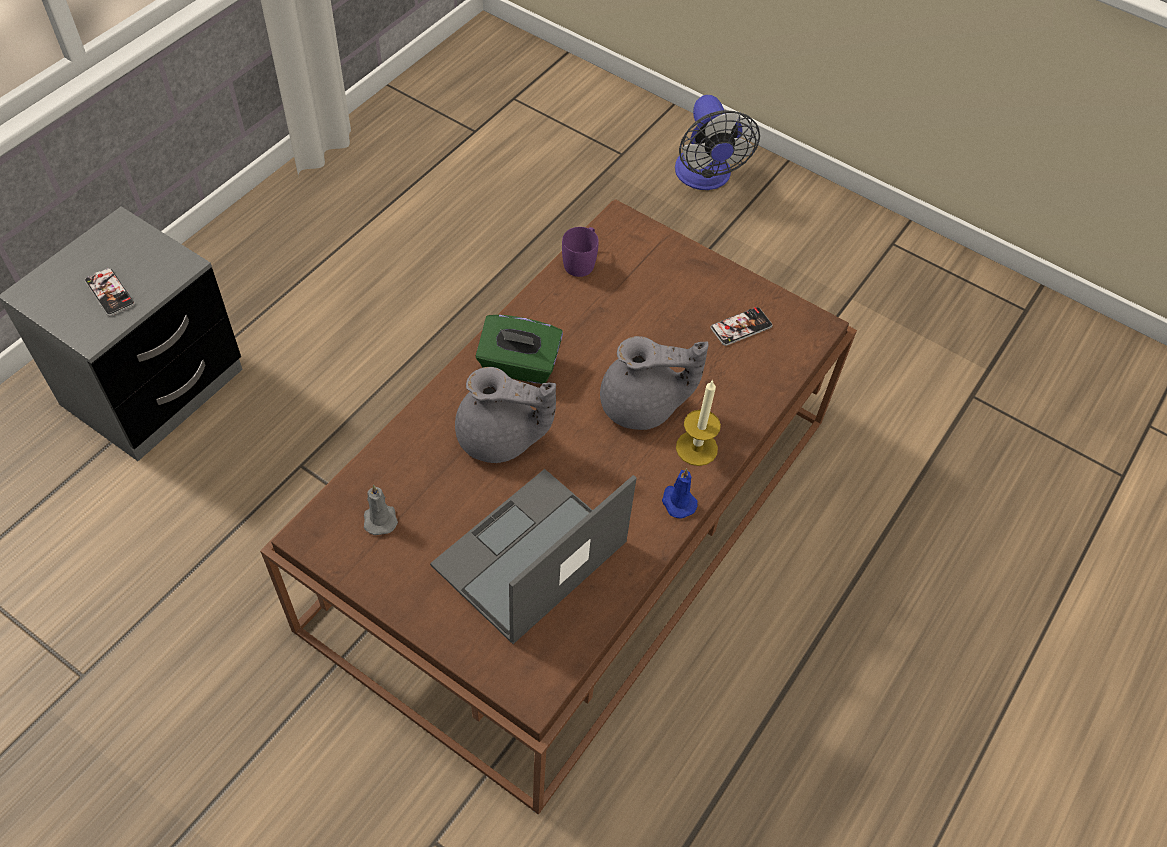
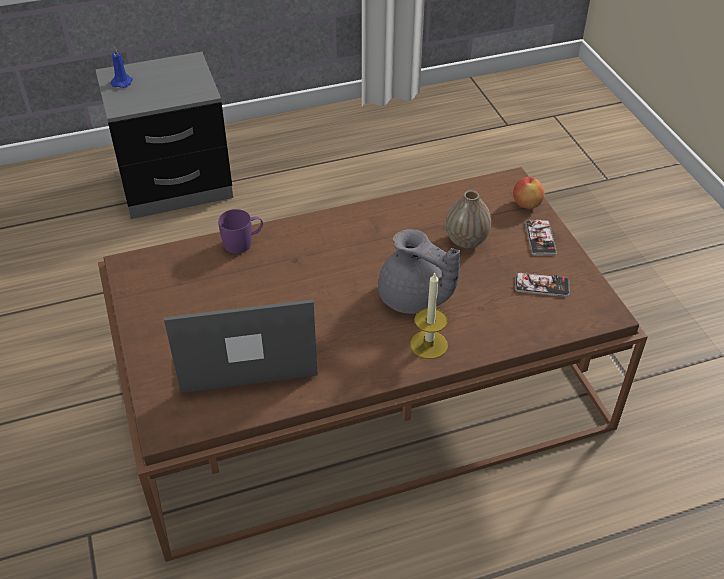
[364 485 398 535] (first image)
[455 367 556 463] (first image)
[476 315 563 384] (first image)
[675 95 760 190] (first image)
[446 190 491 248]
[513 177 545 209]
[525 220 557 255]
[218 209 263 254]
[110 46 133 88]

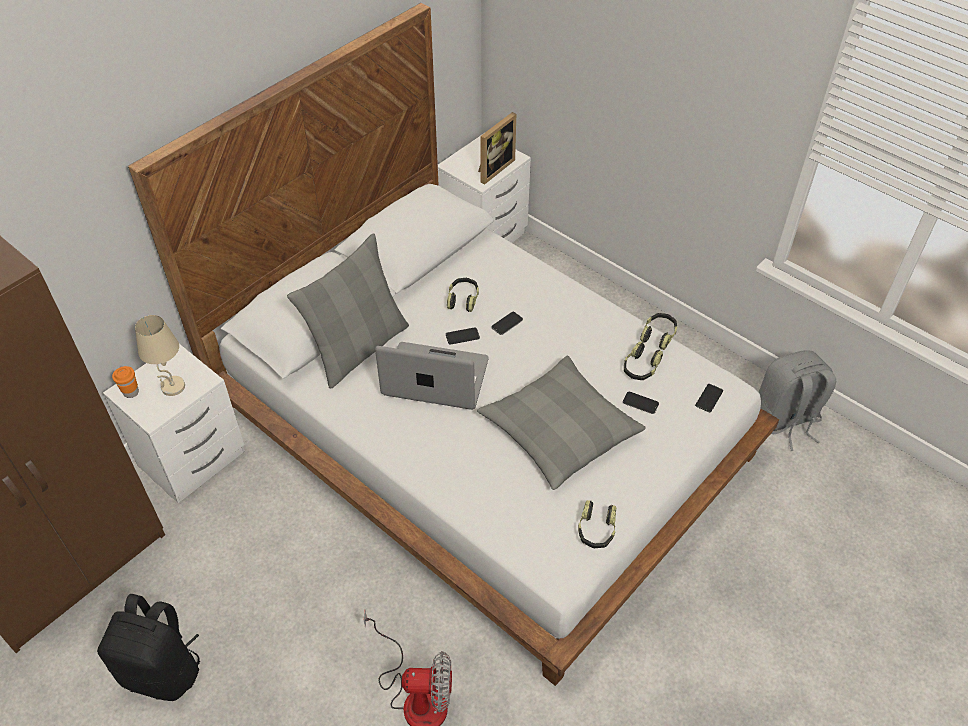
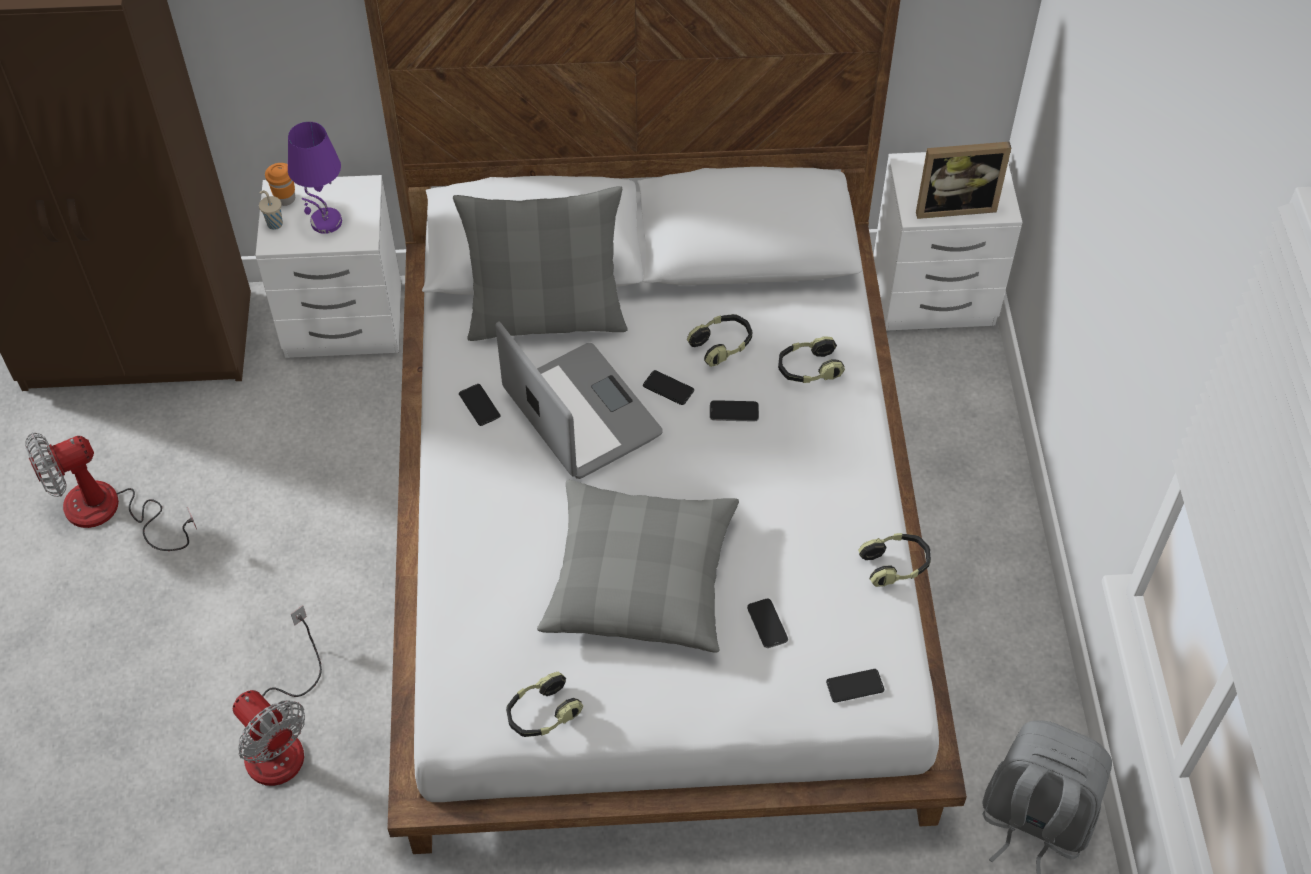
[259 190 283 230]
[459 384 501 426]
[778 336 845 383]
[25 433 197 551]
[288 122 342 234]

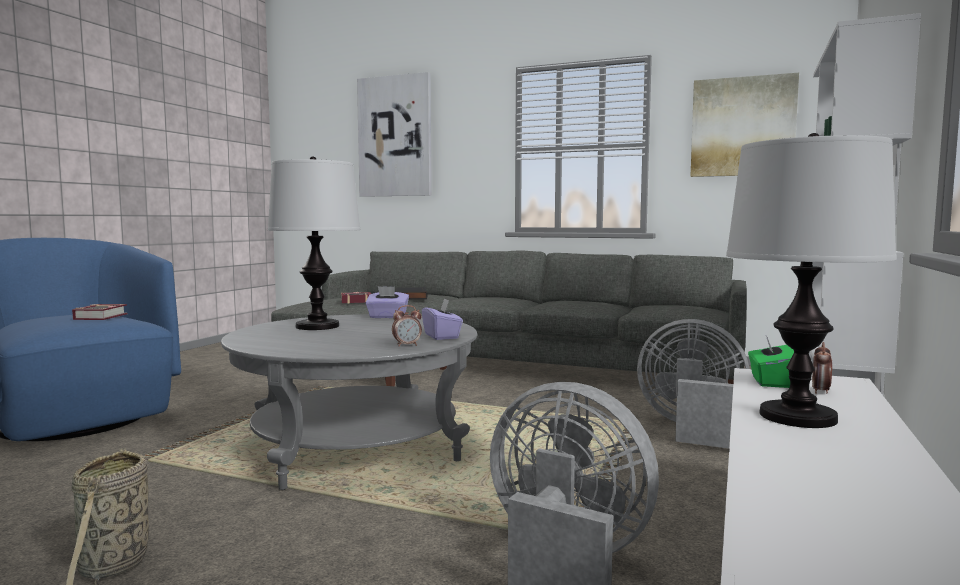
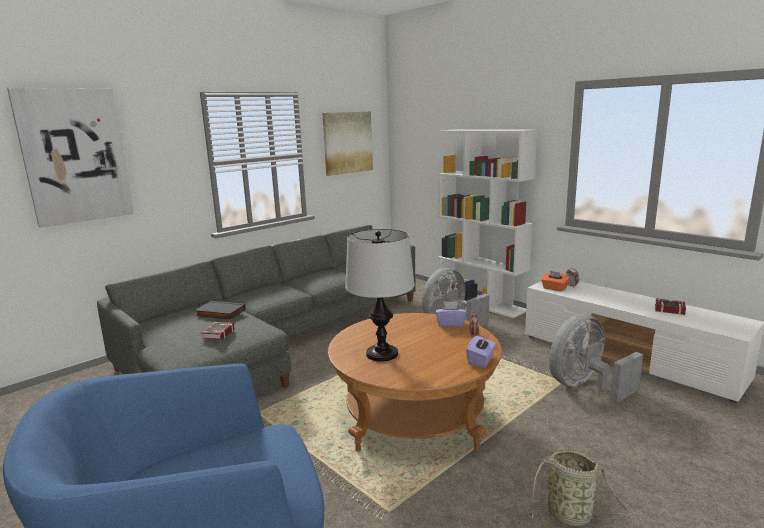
[726 133 897 428] (first image)
[655 298 686 315]
[466 336 496 368]
[328 313 502 451]
[541 271 570 292]

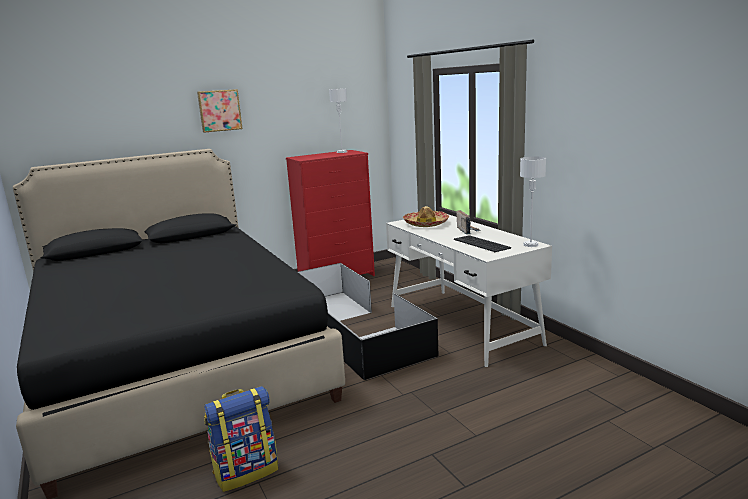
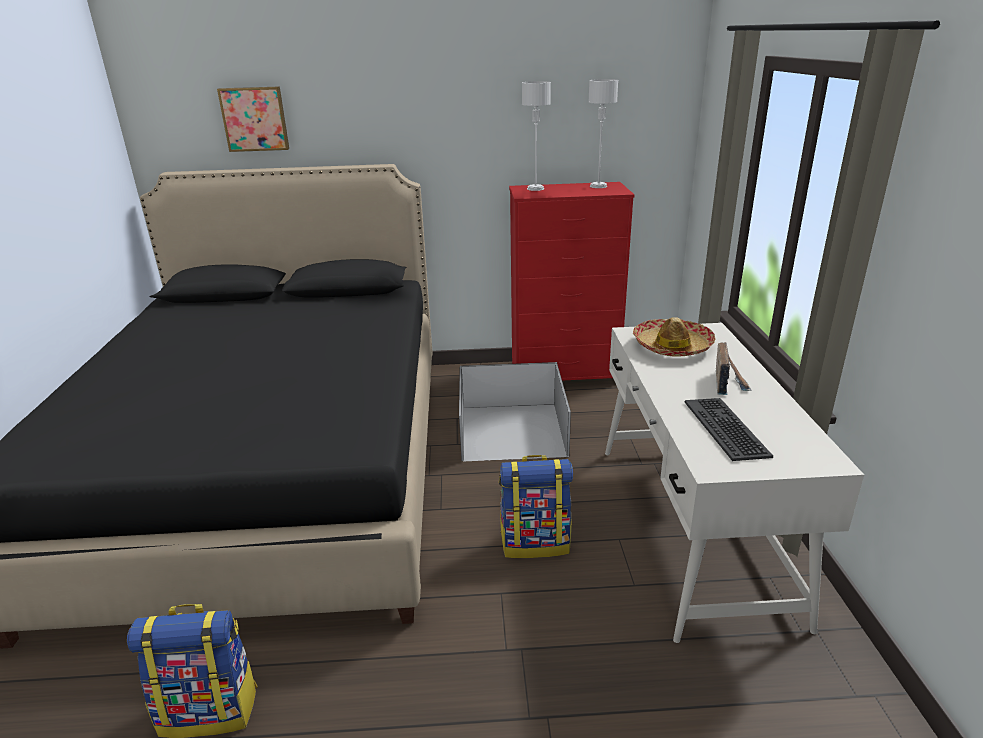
[217 86 289 152]
[522 81 551 191]
[499 455 573 558]

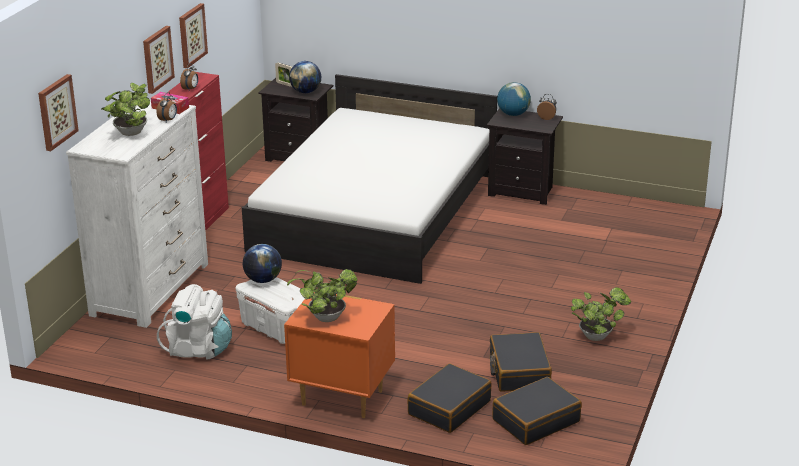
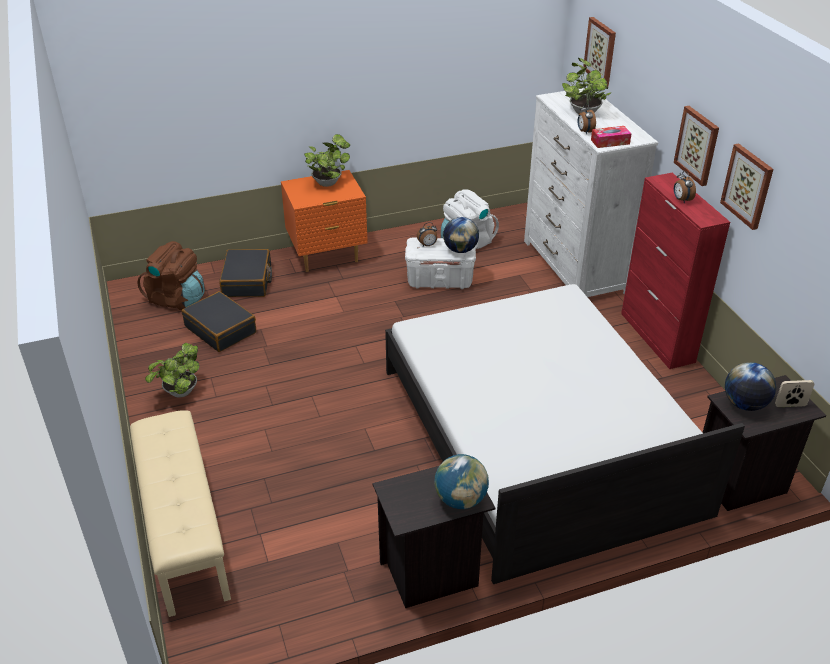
[130 411 231 617]
[417 222 437 246]
[137 241 205 310]

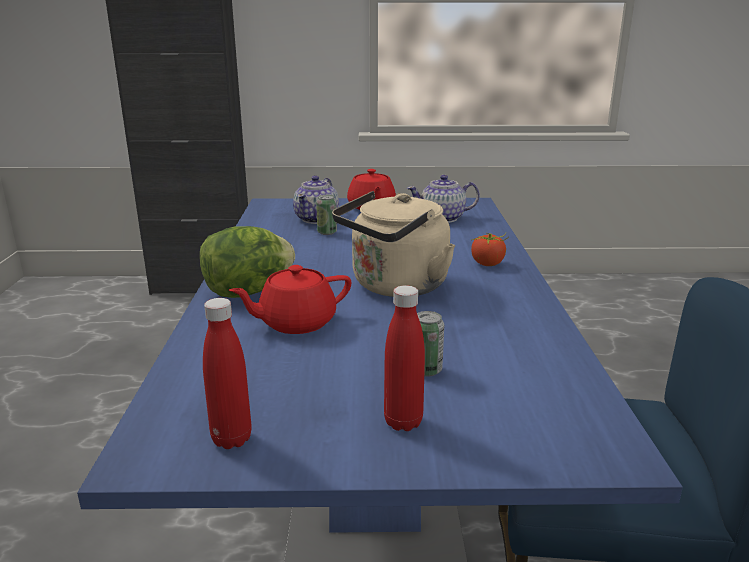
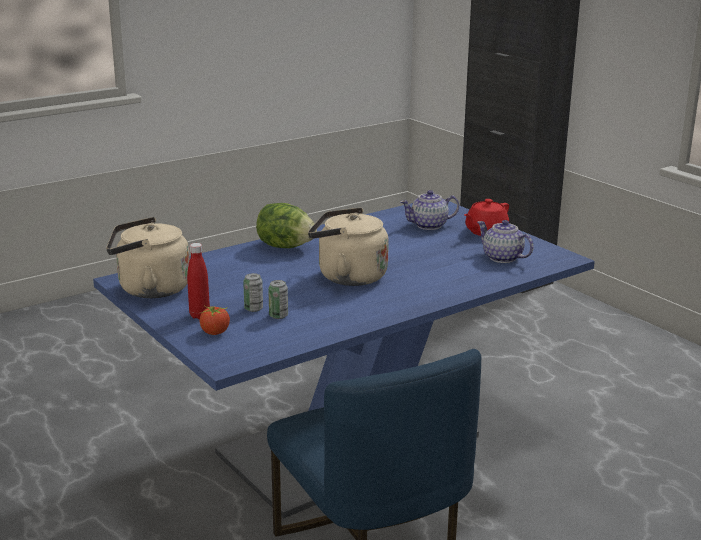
[229 265 352 334] (first image)
[268 280 288 319]
[200 305 230 335]
[106 217 190 298]

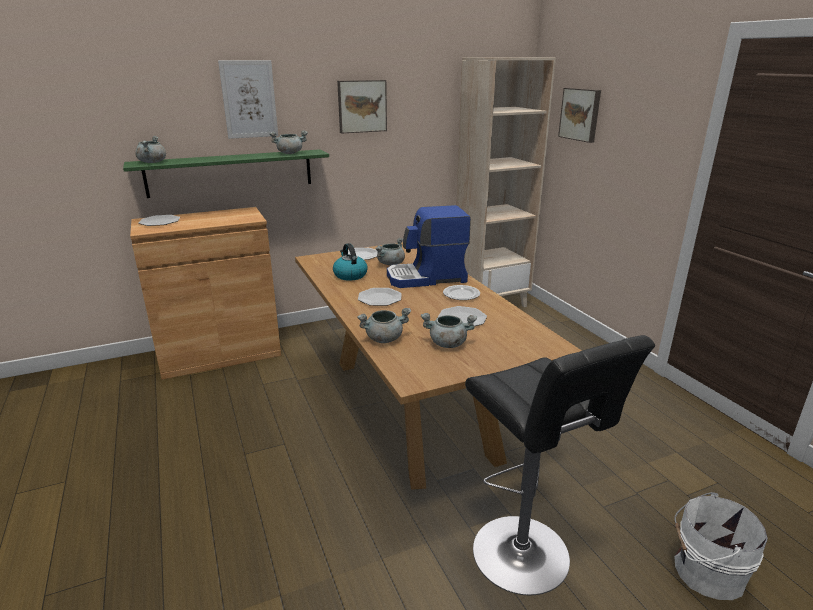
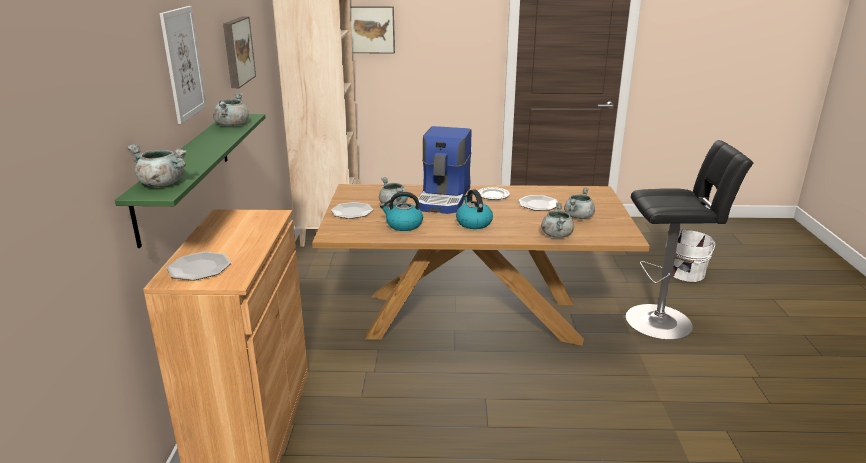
[456 189 493 229]

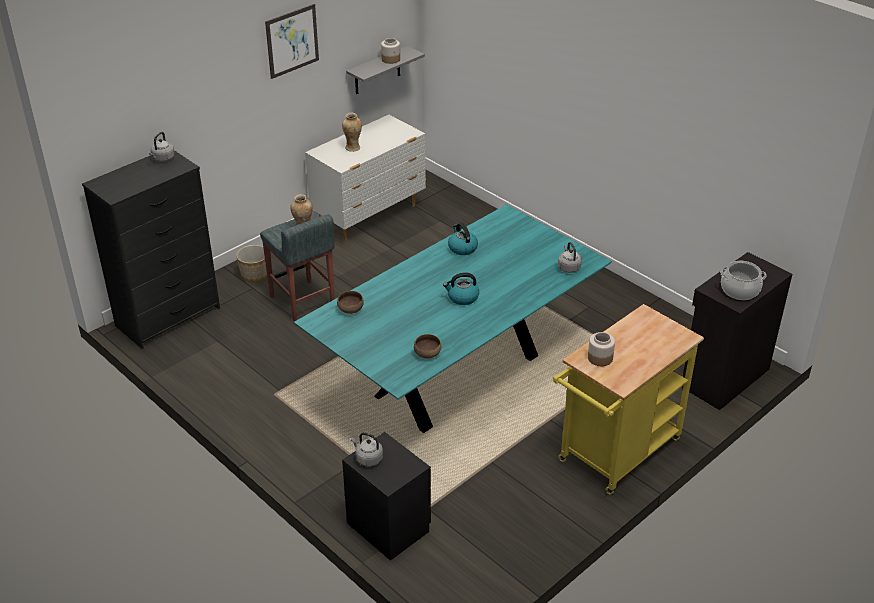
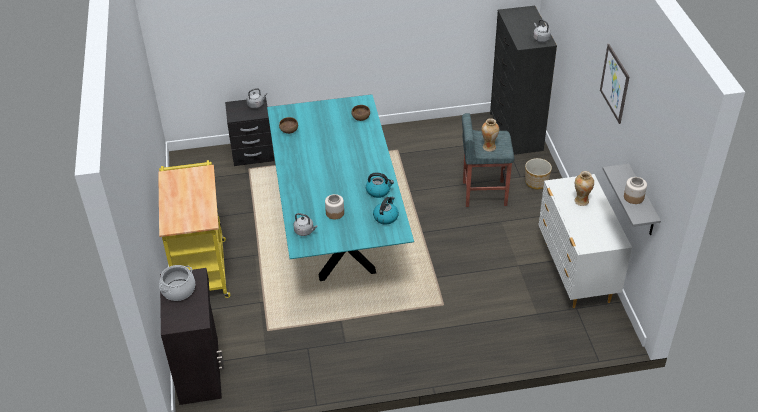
[373 197 399 225]
[325 194 344 219]

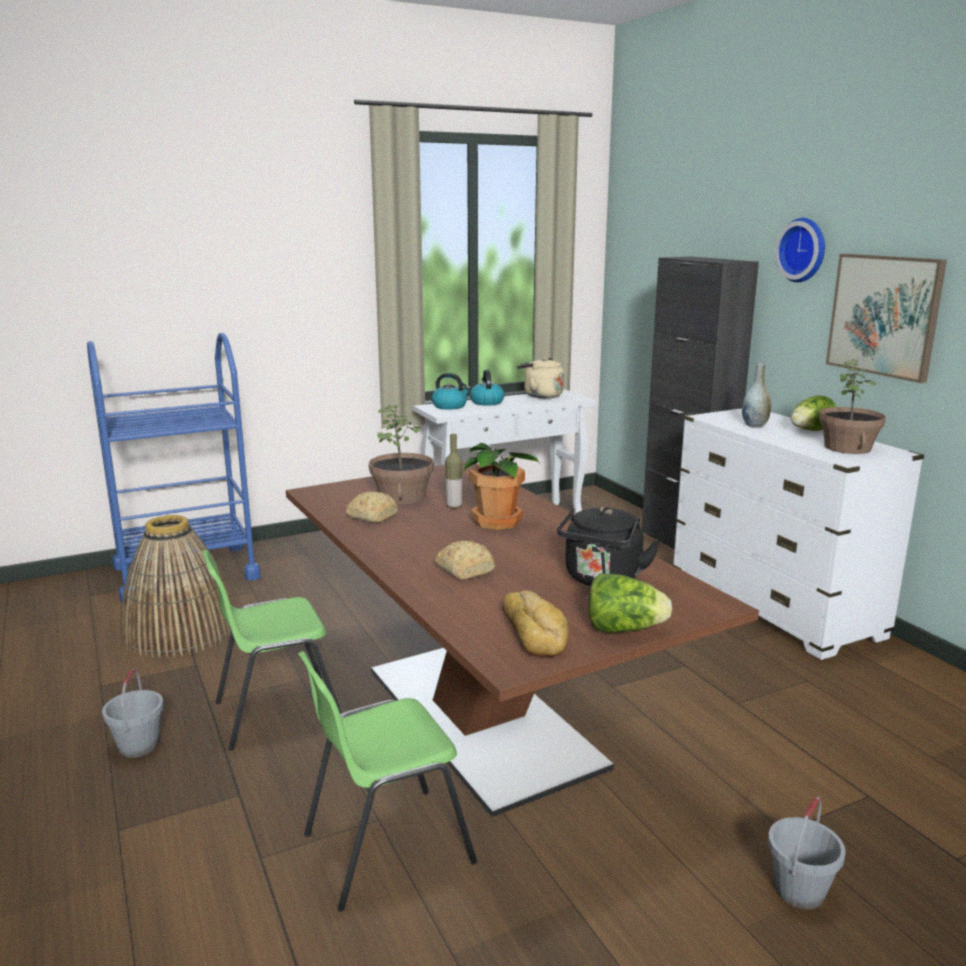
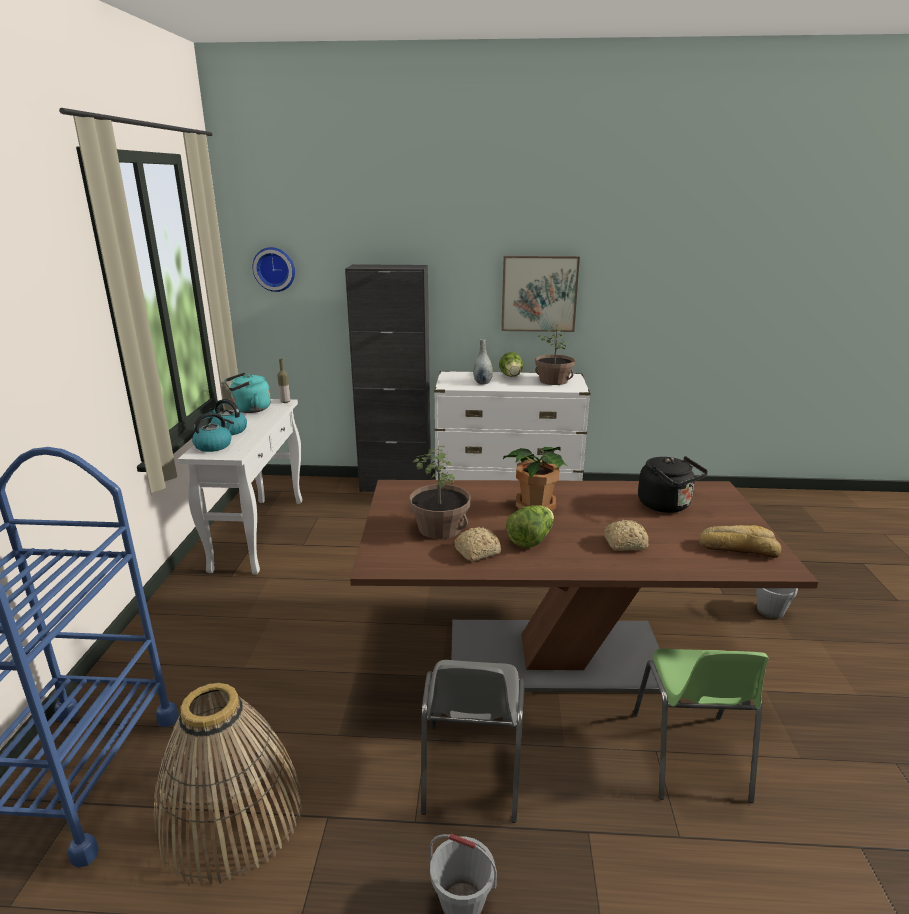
[277 359 290 403]
[506 505 554 548]
[252 247 295 292]
[421 660 525 823]
[224 372 271 413]

